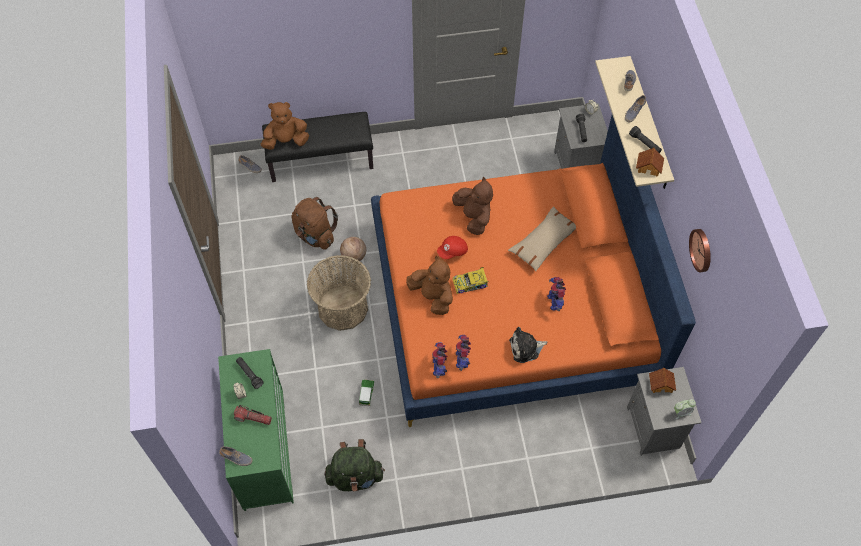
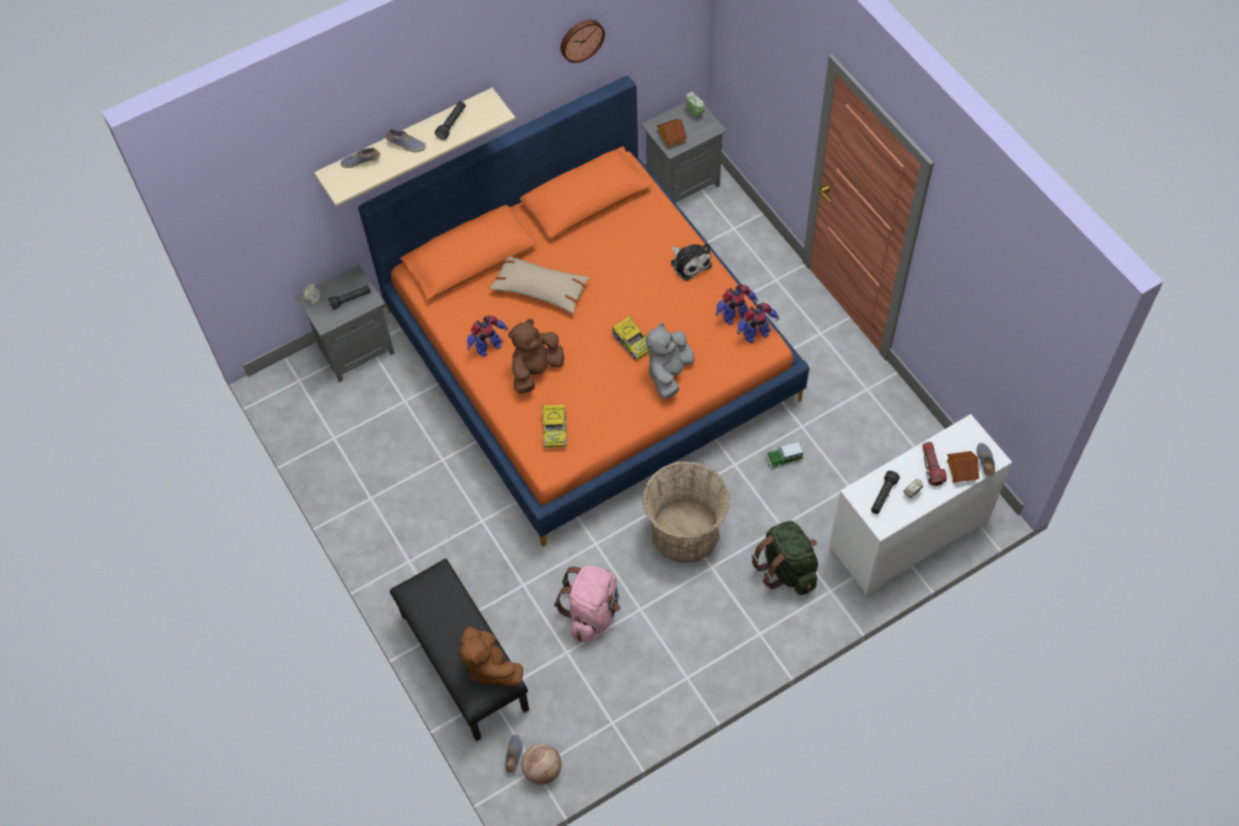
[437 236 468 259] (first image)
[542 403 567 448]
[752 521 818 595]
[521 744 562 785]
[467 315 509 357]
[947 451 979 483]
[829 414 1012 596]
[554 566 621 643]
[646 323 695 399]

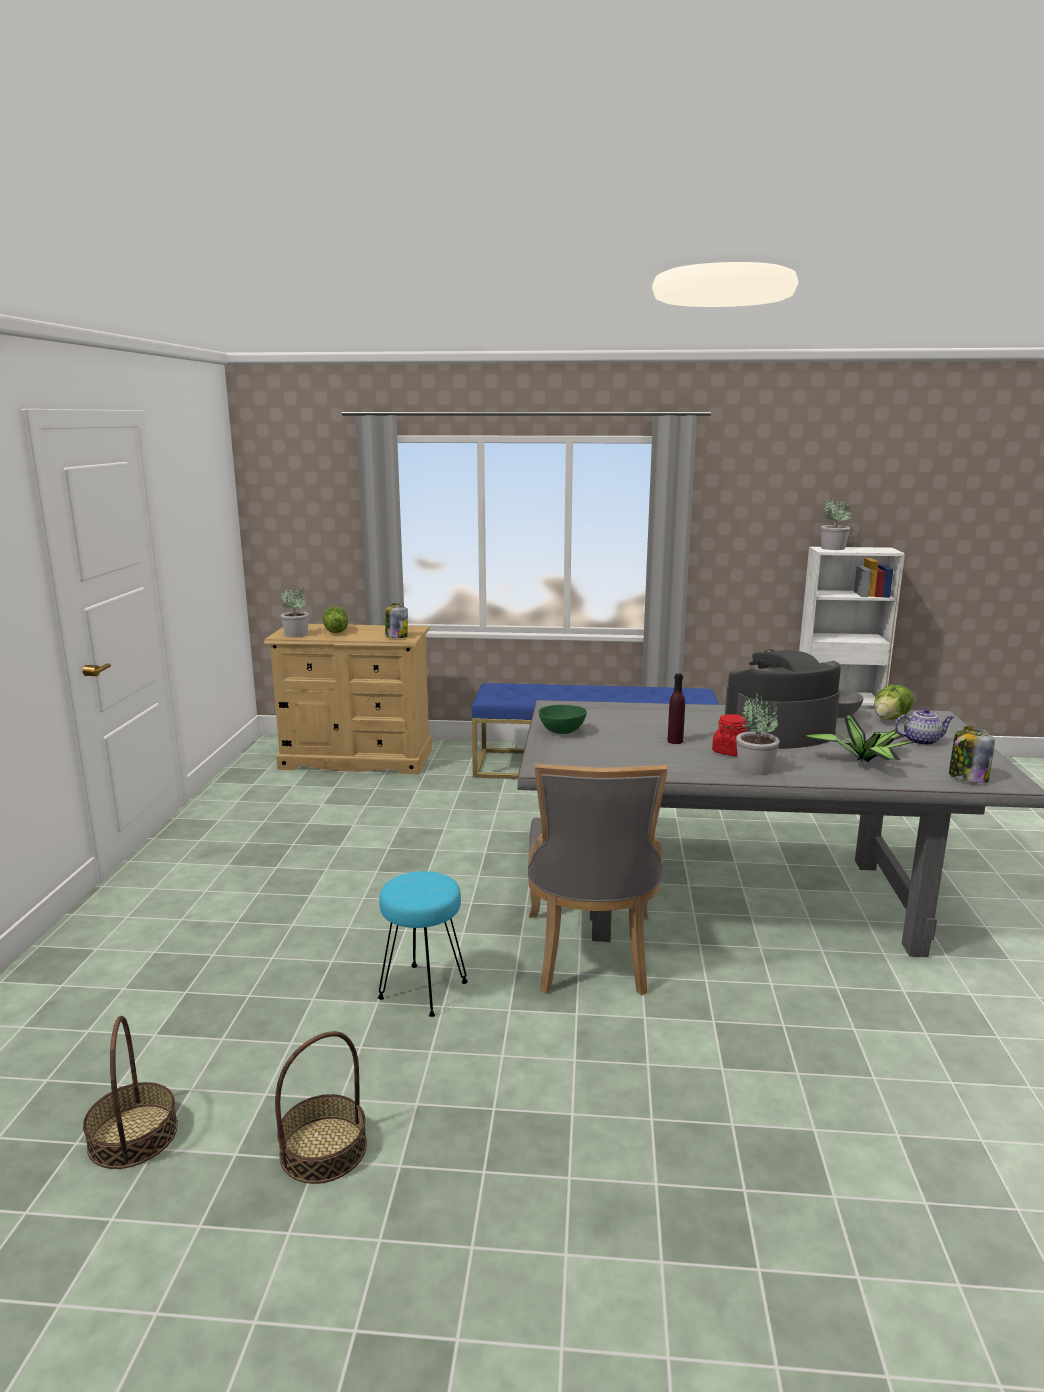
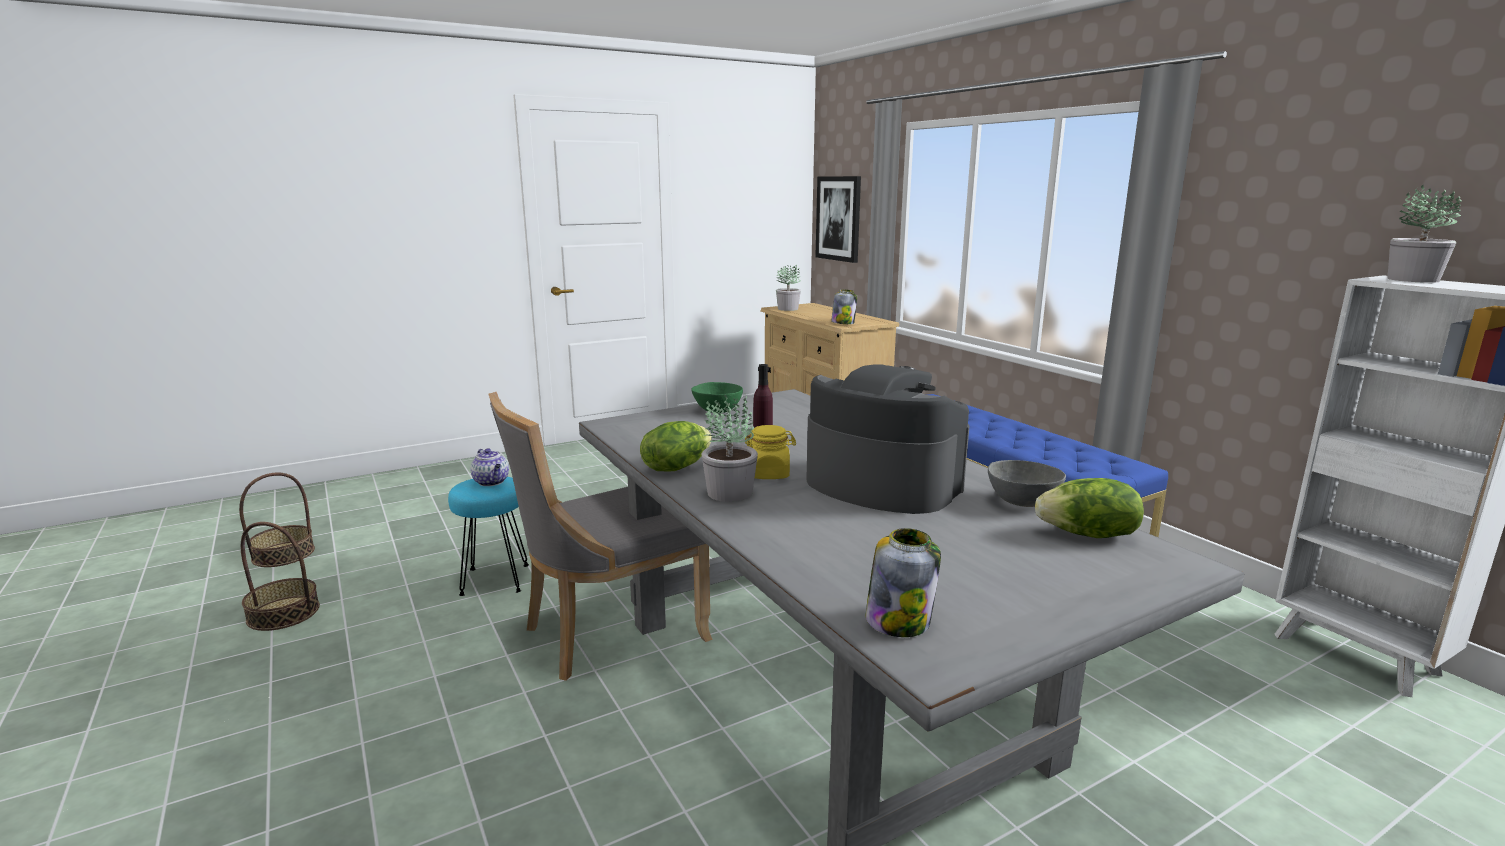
[804 714 915 763] (first image)
[815 176 861 263]
[640 421 712 471]
[470 448 509 486]
[745 425 796 479]

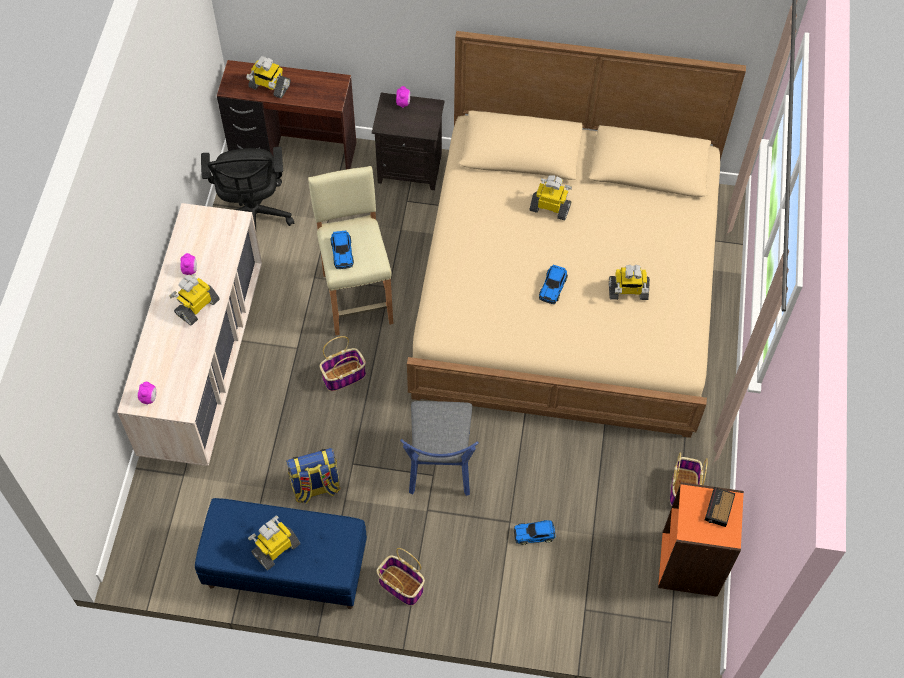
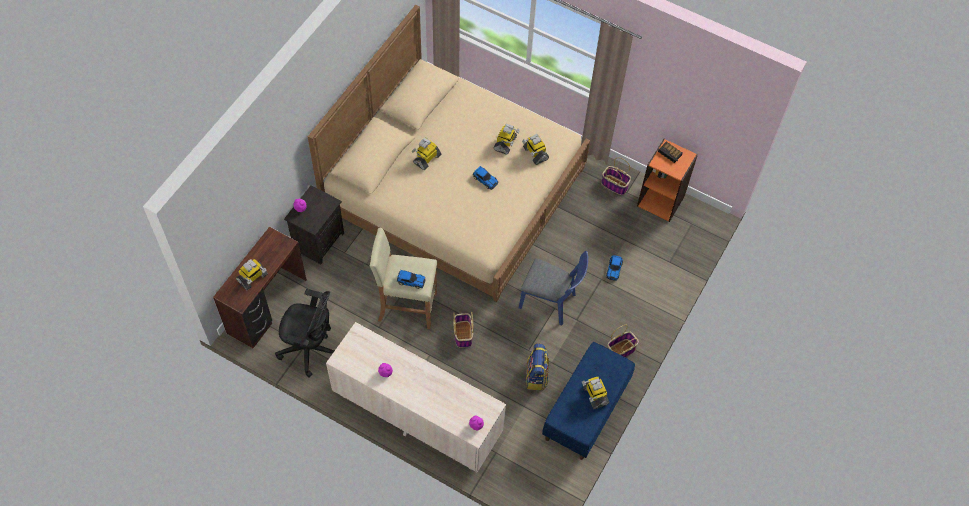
[522 134 549 165]

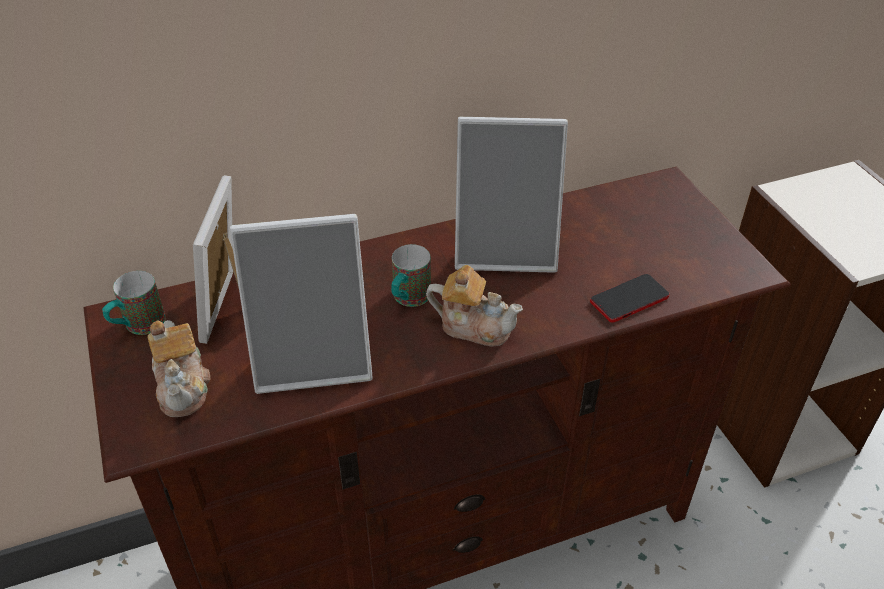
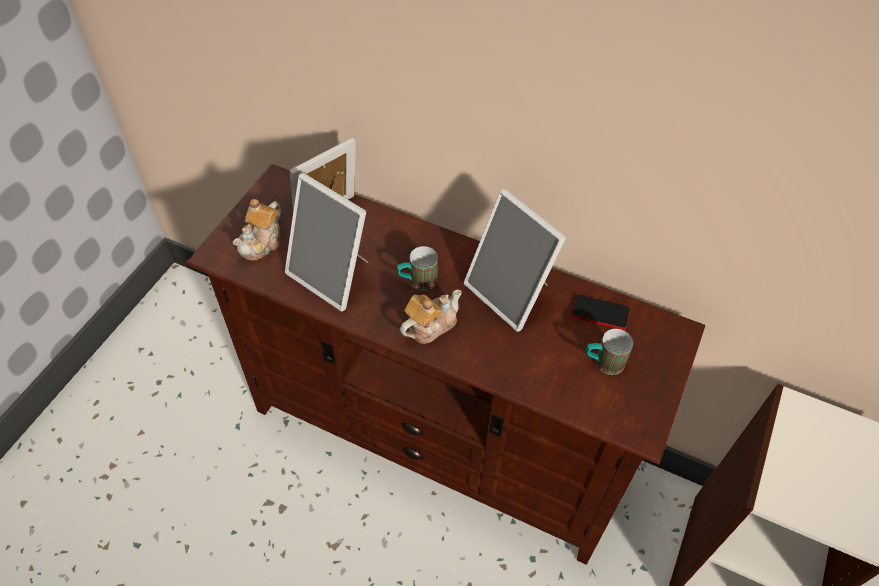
[586 329 633 375]
[571 294 630 330]
[400 289 461 344]

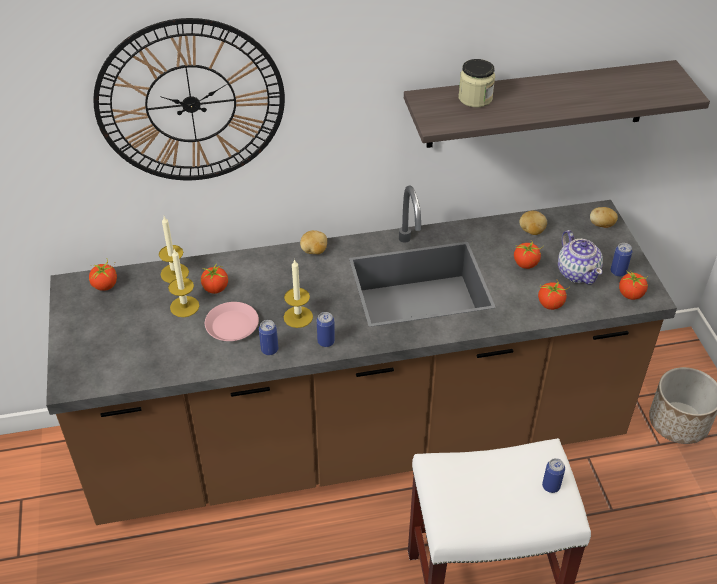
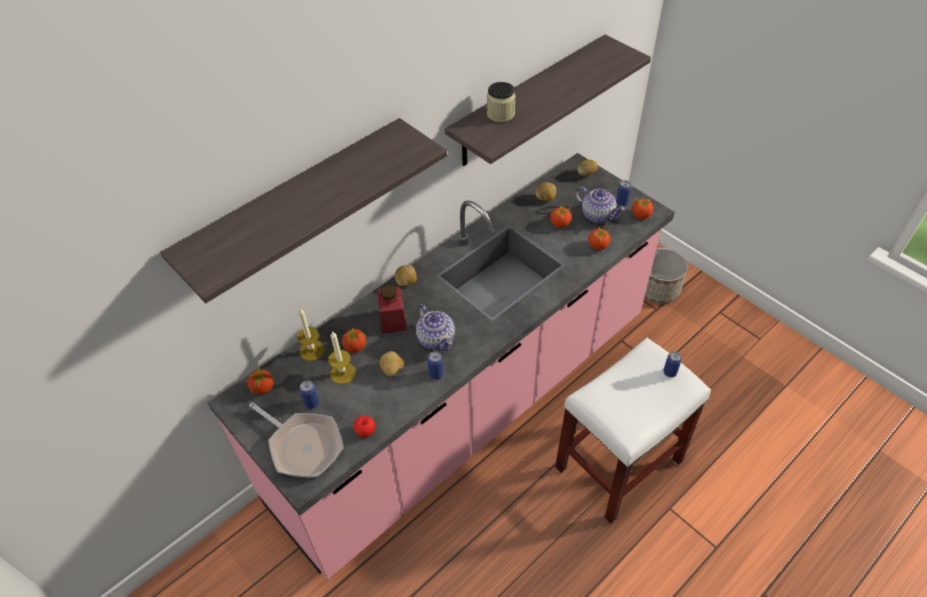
[249 402 344 477]
[354 416 375 437]
[377 285 407 334]
[299 380 319 409]
[160 118 447 303]
[380 351 404 376]
[416 304 455 351]
[207 153 675 580]

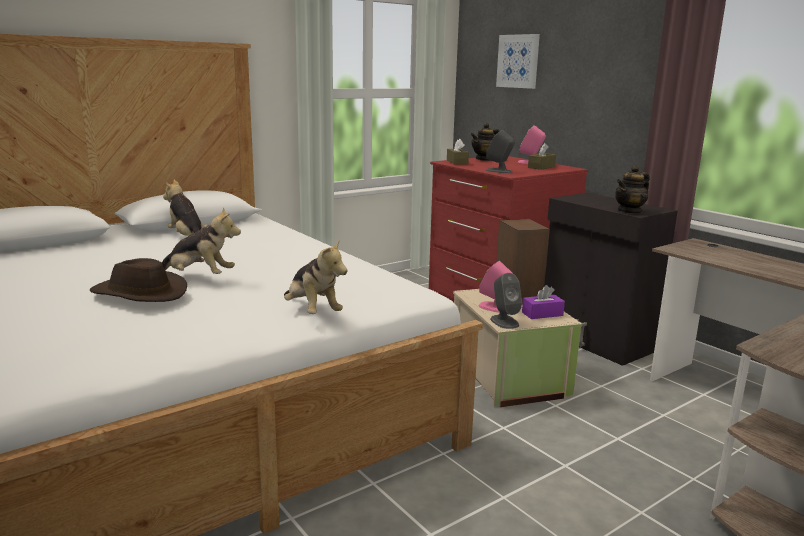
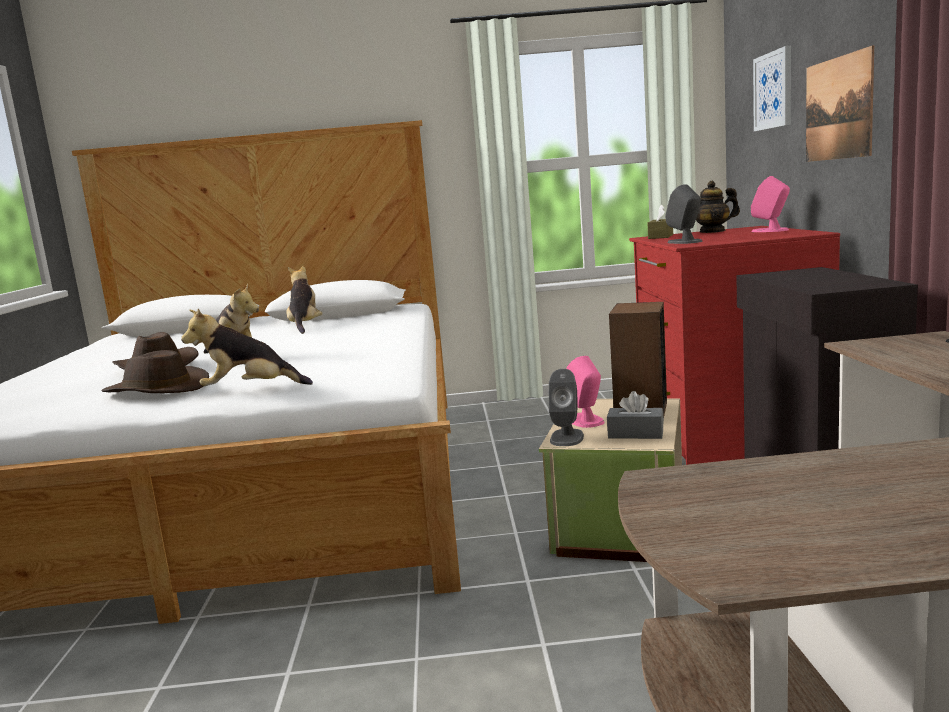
[528 143 556 170] (first image)
[615 165 650 214] (first image)
[102 350 209 393]
[806 45 874 162]
[607 391 664 439]
[181 308 313 386]

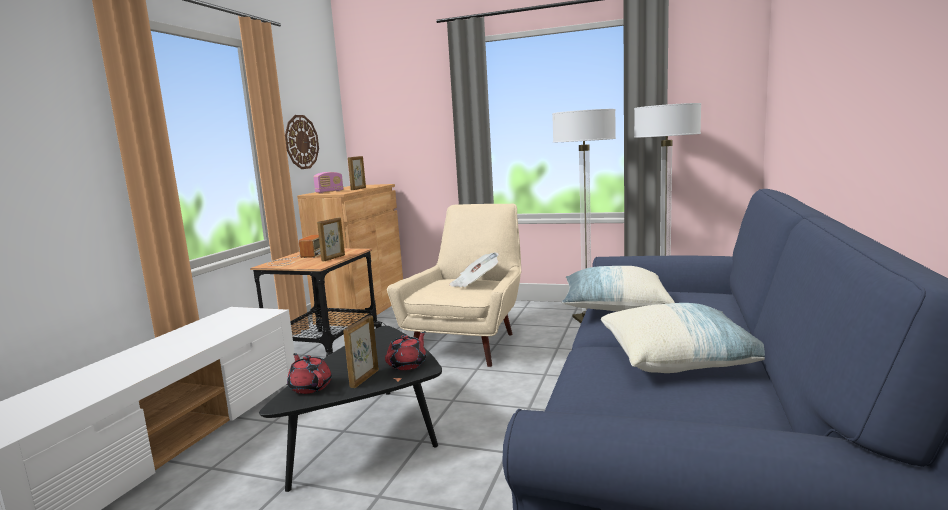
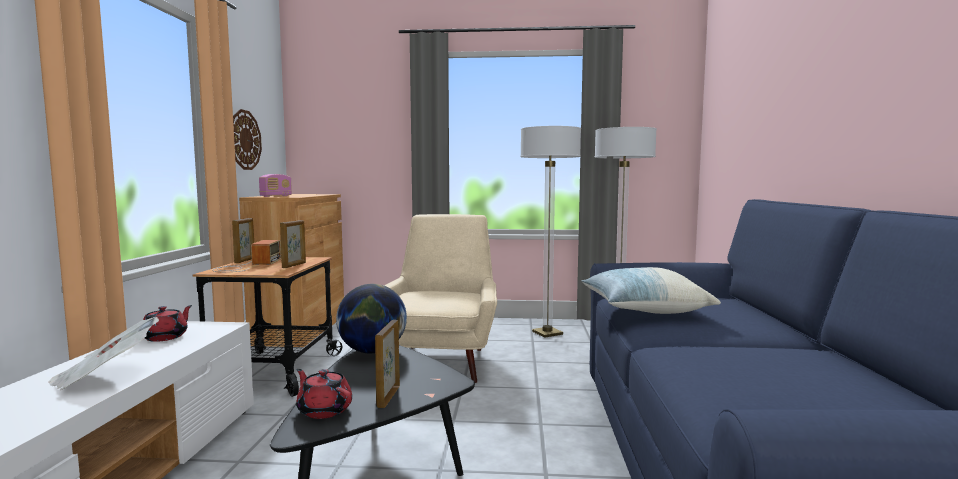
[601 303 765 373] (first image)
[336 284 407 353]
[232 218 254 263]
[143 305 192 342]
[48 317 159 390]

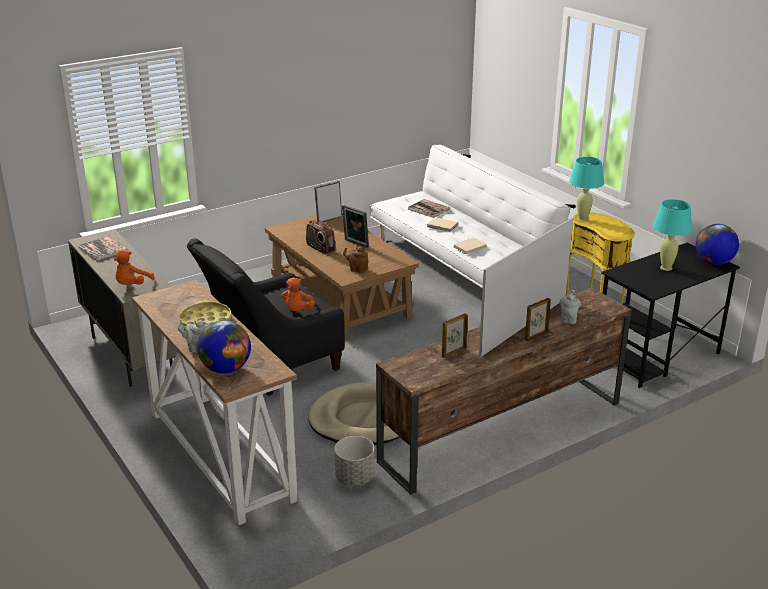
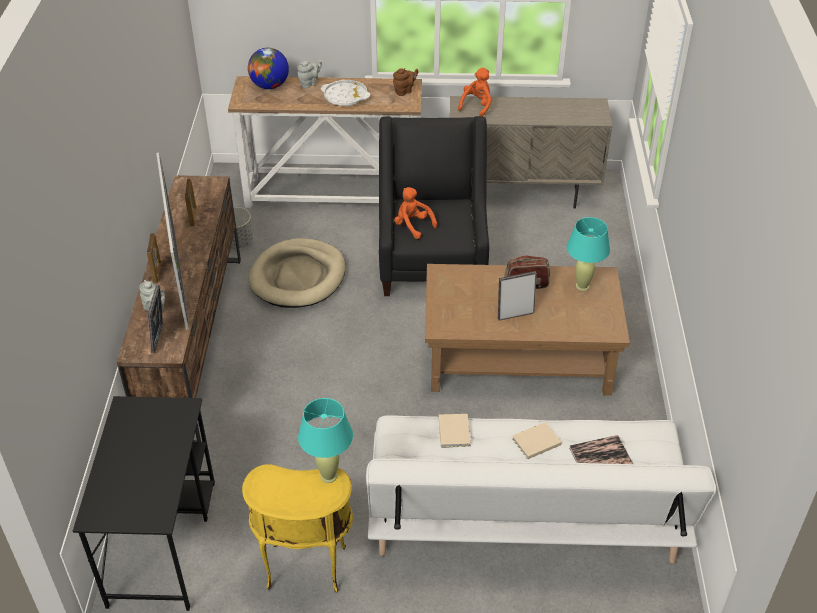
[78 236 128 261] (first image)
[696 224 739 265] (first image)
[148 285 163 353]
[393 68 418 96]
[566 217 610 291]
[321 80 370 106]
[458 68 492 116]

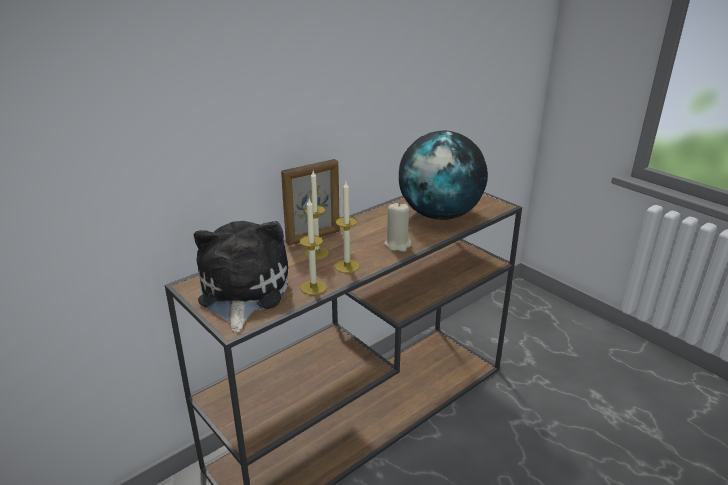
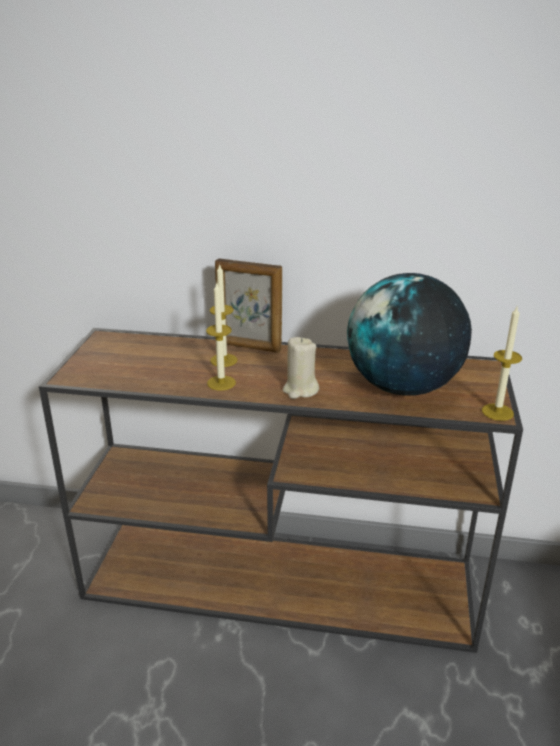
[194 221 288 332] (first image)
[482 307 522 421]

